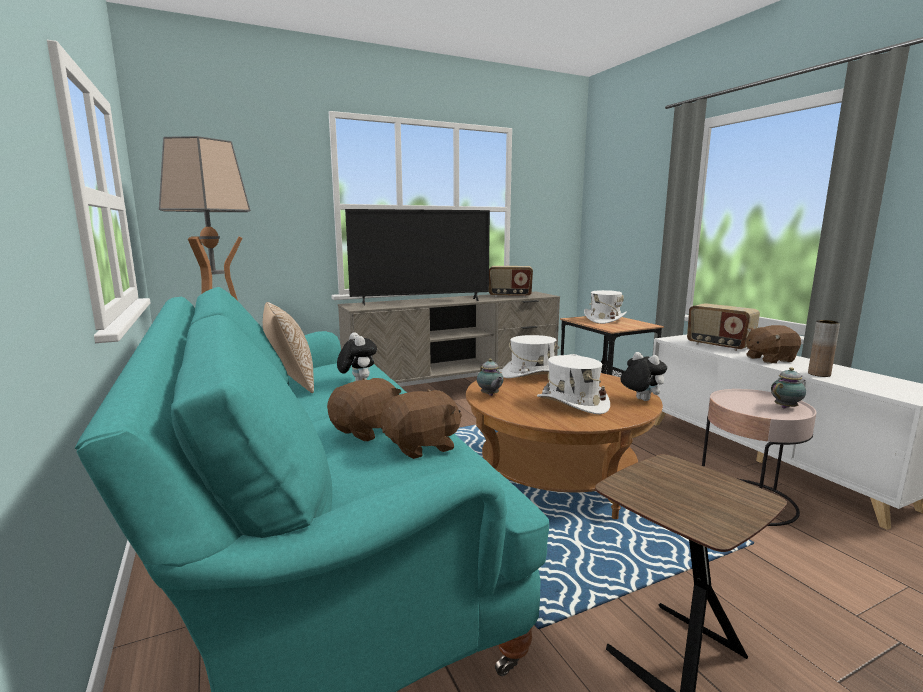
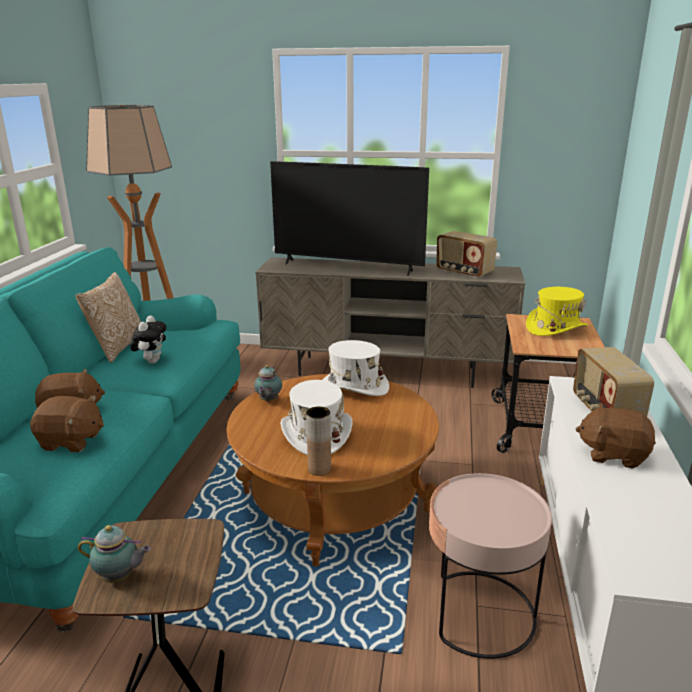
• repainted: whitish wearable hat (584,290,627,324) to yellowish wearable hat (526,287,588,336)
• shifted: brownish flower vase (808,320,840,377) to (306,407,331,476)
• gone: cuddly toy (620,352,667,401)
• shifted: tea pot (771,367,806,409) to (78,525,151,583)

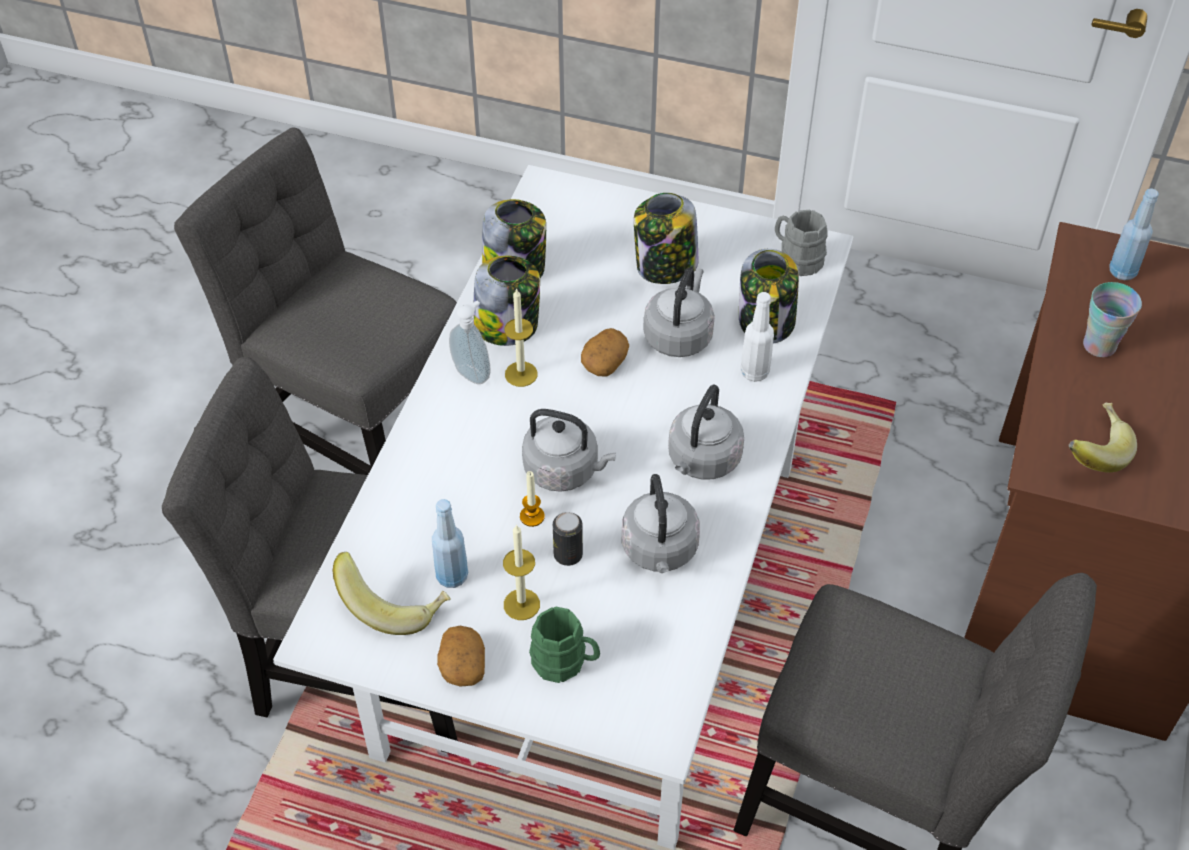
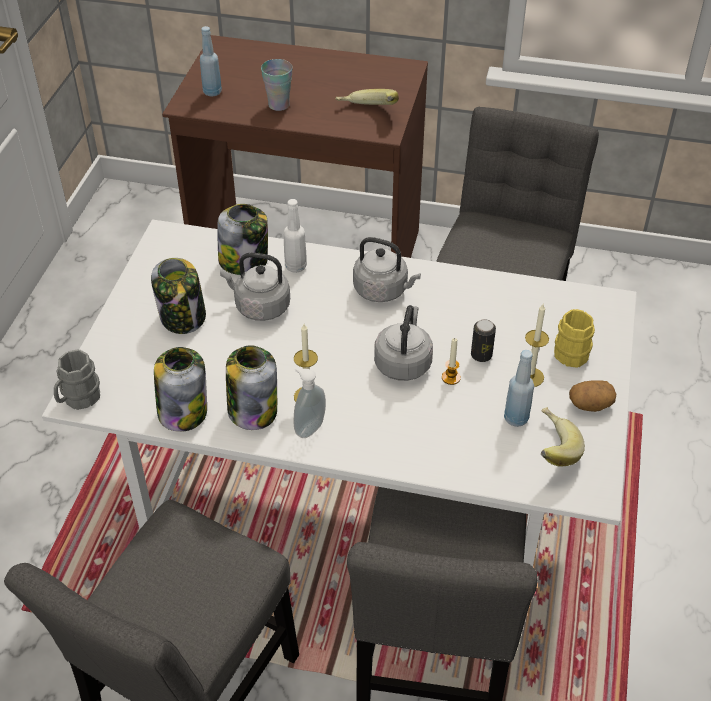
• shifted: greyish mug (775,210,827,276) to (54,349,100,410)
• gone: whole potato (581,328,629,376)
• gone: greyish tea kettle (622,474,700,573)
• repainted: green mug (529,606,600,683) to yellowish mug (554,309,595,368)

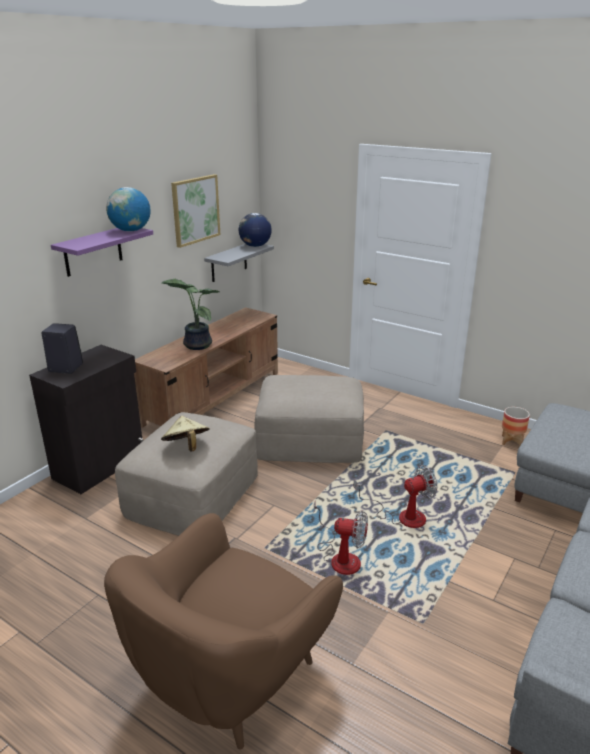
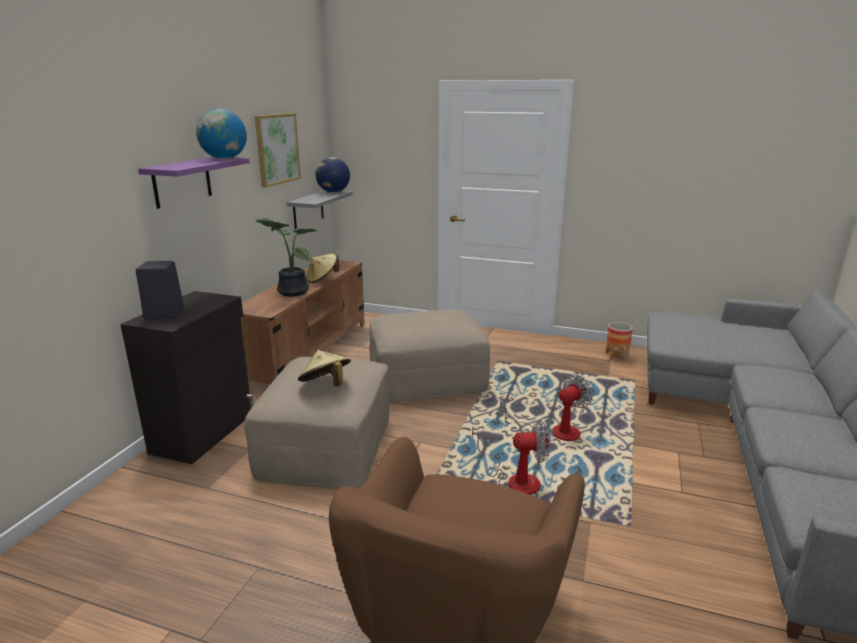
• new: beige wearable hat (306,254,340,283)

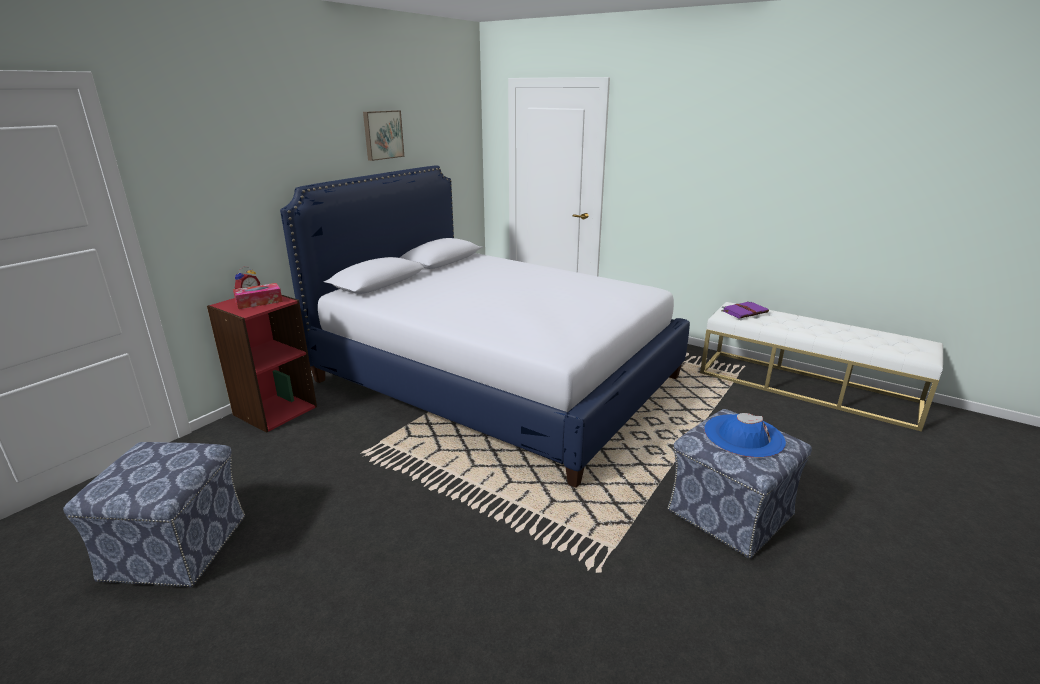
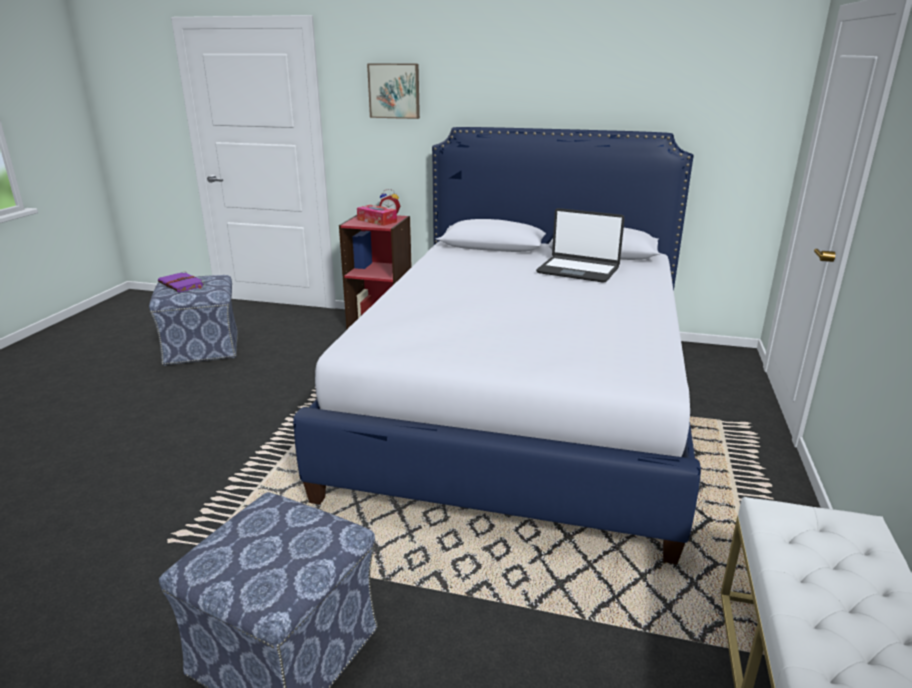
• shifted: wall picture (363,110,404,161) to (367,63,420,119)
• shifted: purple book (721,301,769,319) to (158,272,206,292)
• gone: blue wearable hat (704,413,786,458)
• new: laptop (536,208,625,283)

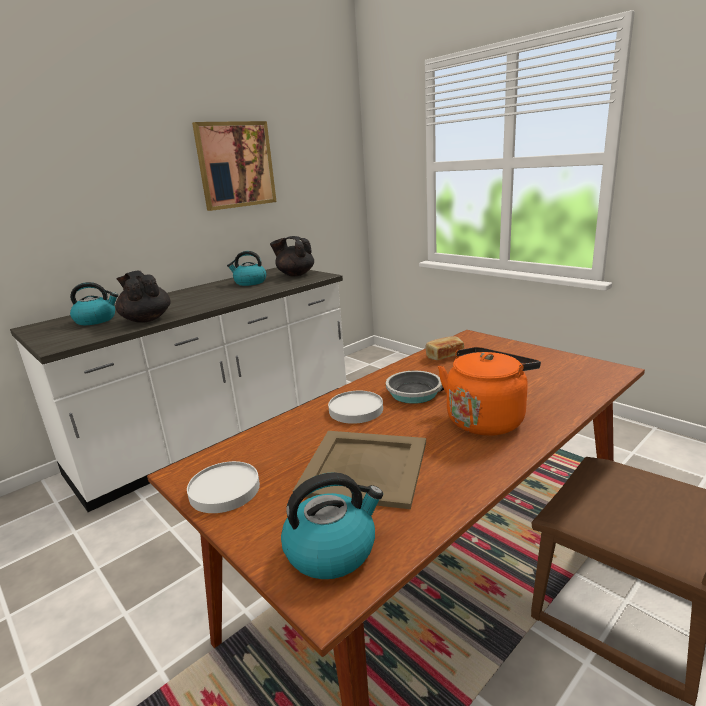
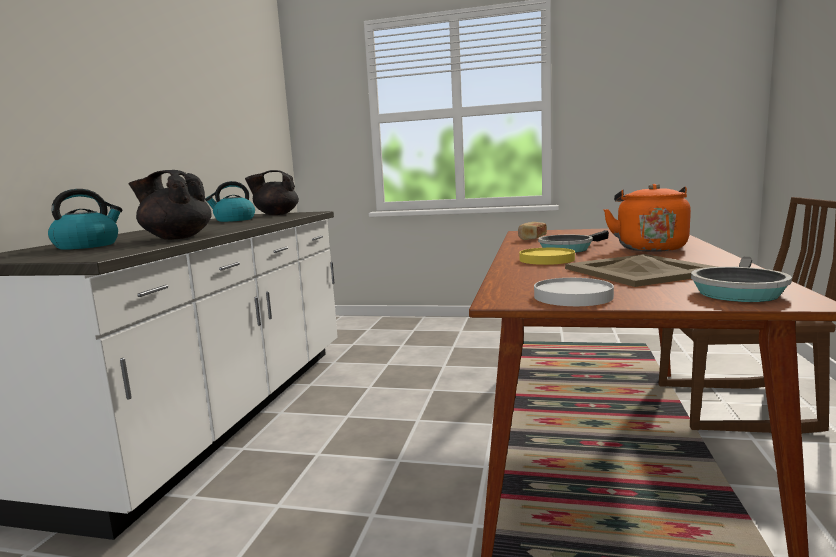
• gone: wall picture (192,121,277,211)
• repainted: whitish dinner plate (328,391,383,424) to yellowish dinner plate (519,248,575,265)
• swapped: tea kettle (281,472,383,579) to pan (691,257,792,302)

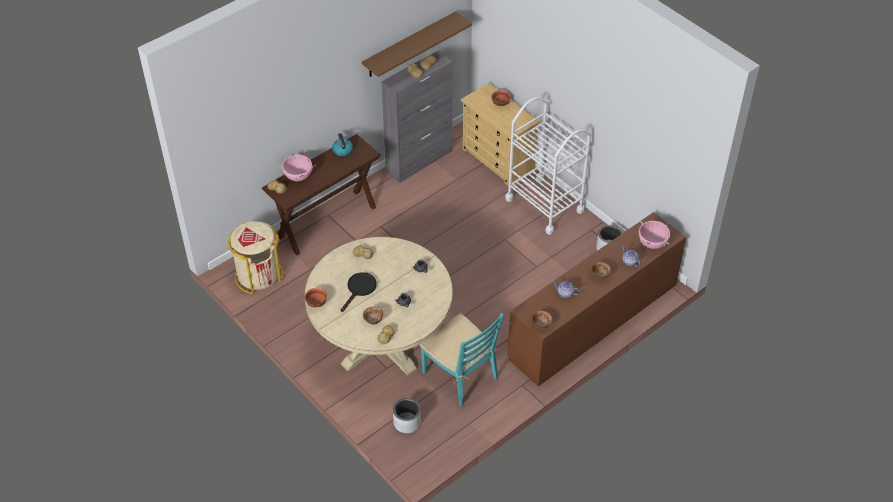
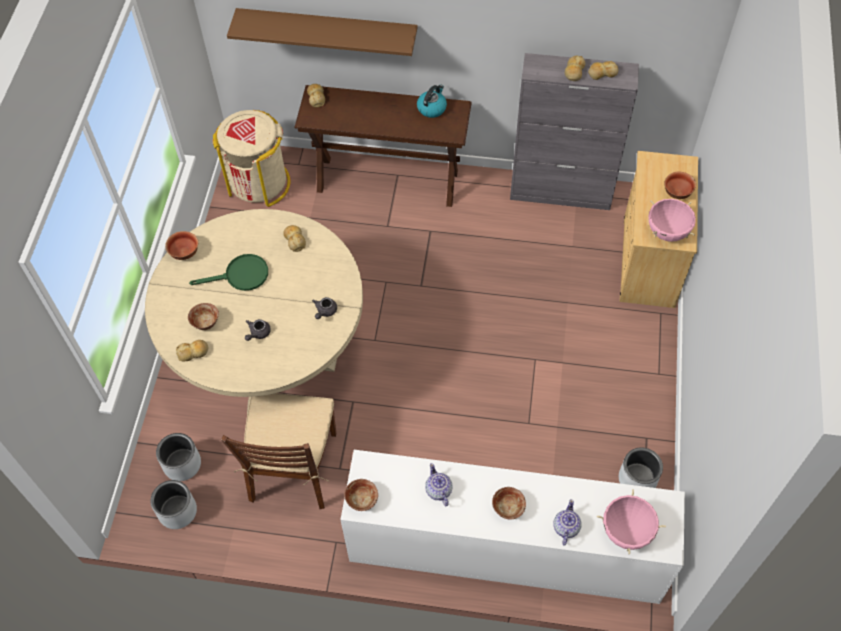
• shifted: brownish shelf (362,11,472,77) to (227,8,418,56)
• gone: whitish cart (505,97,591,235)
• shifted: pink-coloured cooking pot (278,152,316,181) to (648,199,696,242)
• repainted: brownish chest of drawers (508,212,686,386) to whitish chest of drawers (340,450,685,604)
• repainted: black pan (341,272,377,312) to green pan (189,254,268,291)
• repainted: turquoise upright chair (420,313,504,407) to brownish upright chair (221,393,336,509)
• new: greyish planter (151,480,197,529)

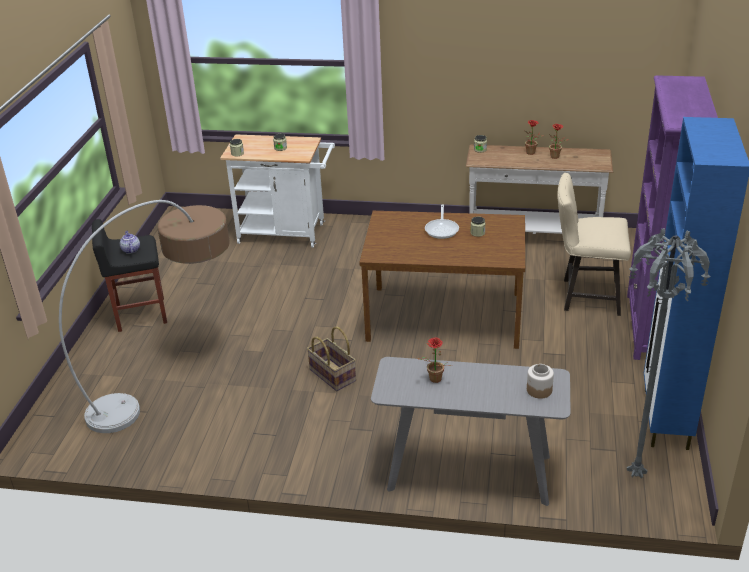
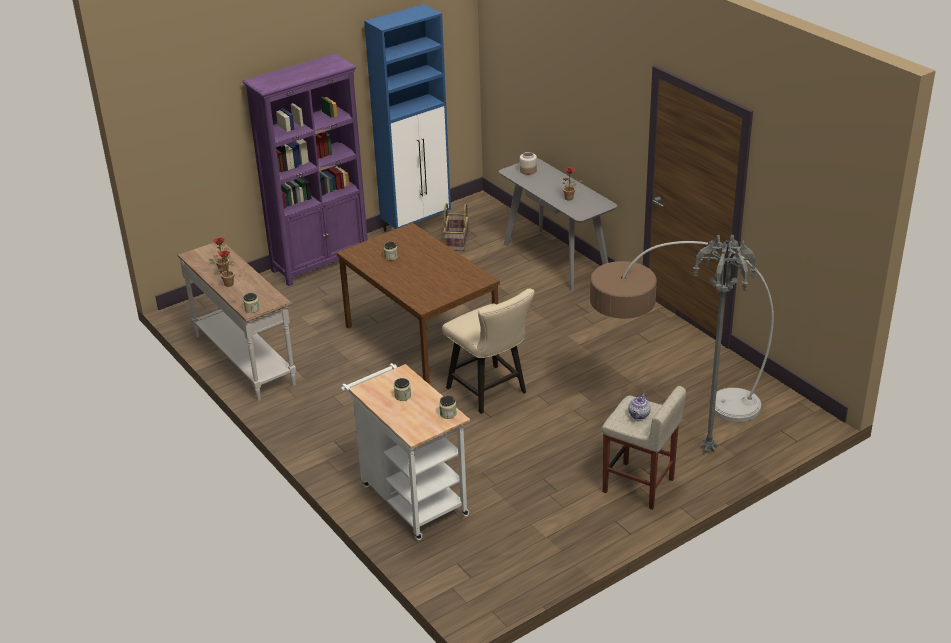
• shifted: beige upright chair (558,173,631,316) to (442,288,535,414)
• gone: pan (425,204,459,239)
• repainted: black stool (92,219,167,332) to beige stool (601,386,686,510)
• shifted: greyish standard lamp (627,228,711,479) to (693,235,757,452)
• shifted: household basket (307,326,356,391) to (443,203,469,251)

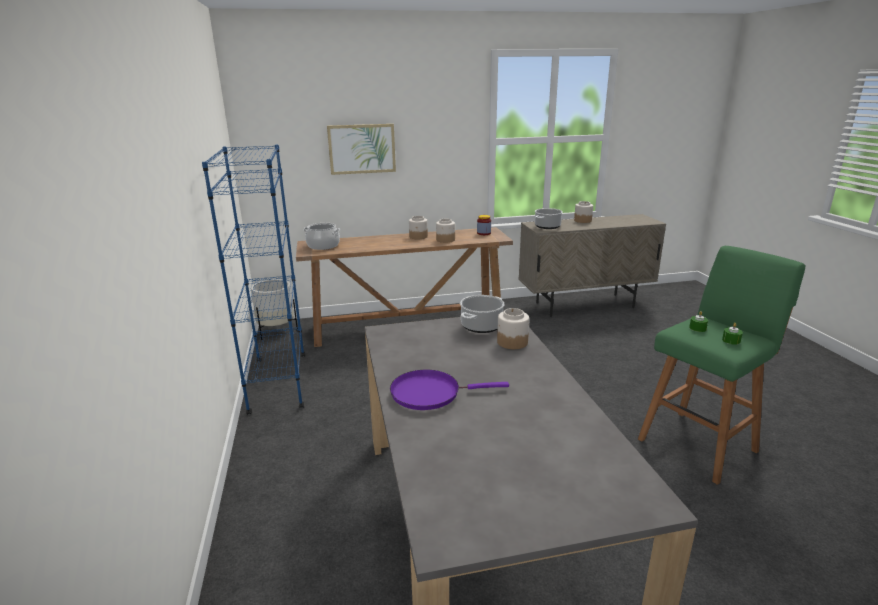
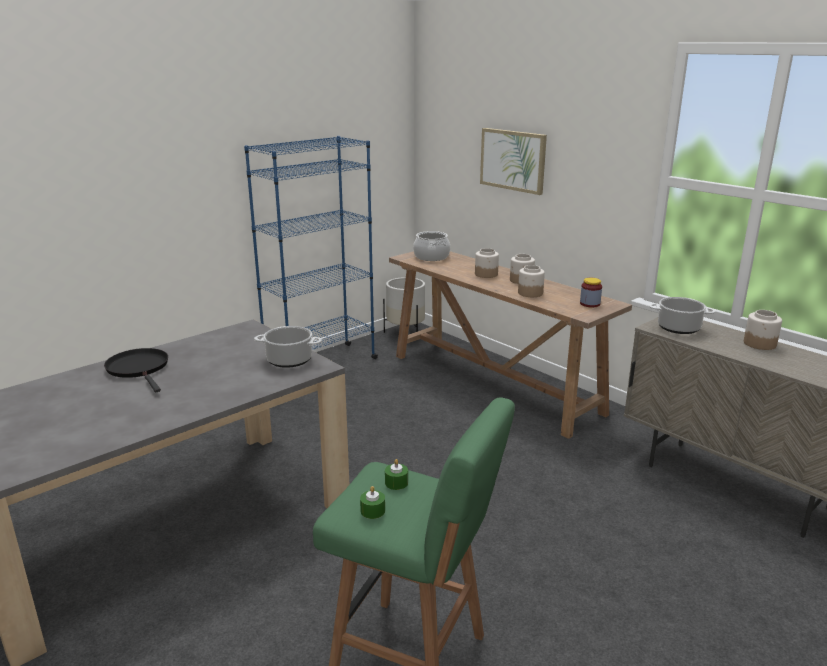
• shifted: storage jar (497,308,529,349) to (475,248,499,278)
• repainted: purple pan (390,370,509,410) to black pan (104,348,168,392)

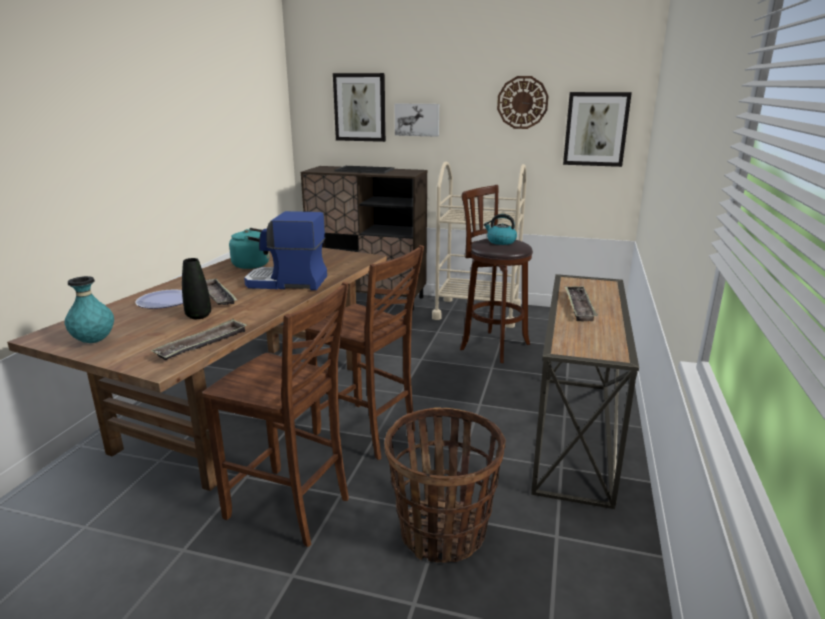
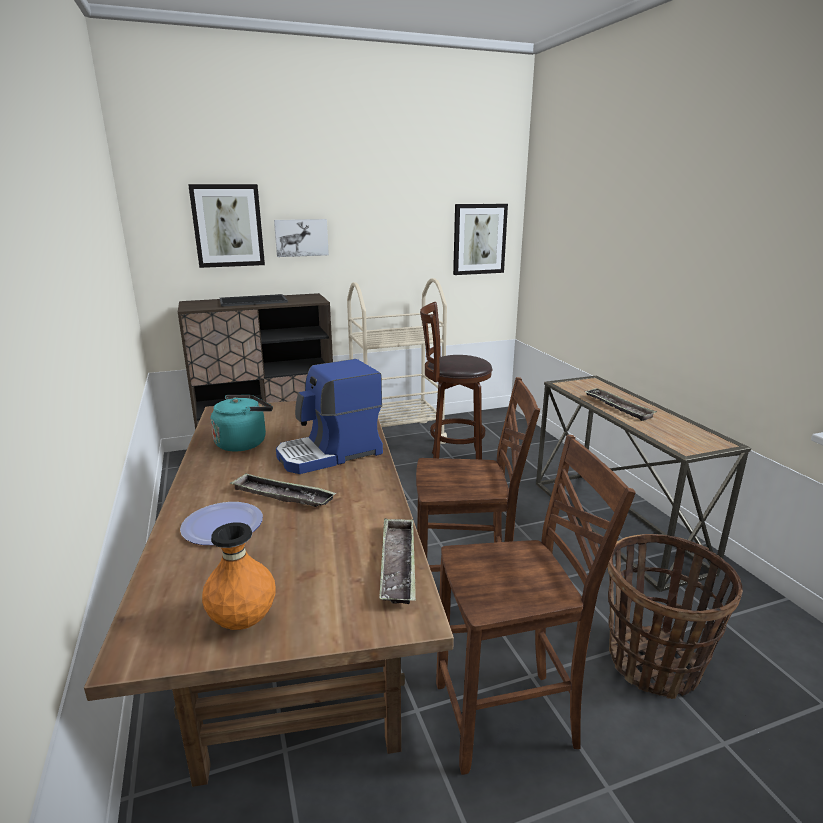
• gone: hanging clock (497,76,549,129)
• gone: tea kettle (484,214,517,245)
• gone: black flower vase (182,258,211,319)
• repainted: turquoise flower vase (64,276,114,343) to orangey flower vase (202,522,276,630)

